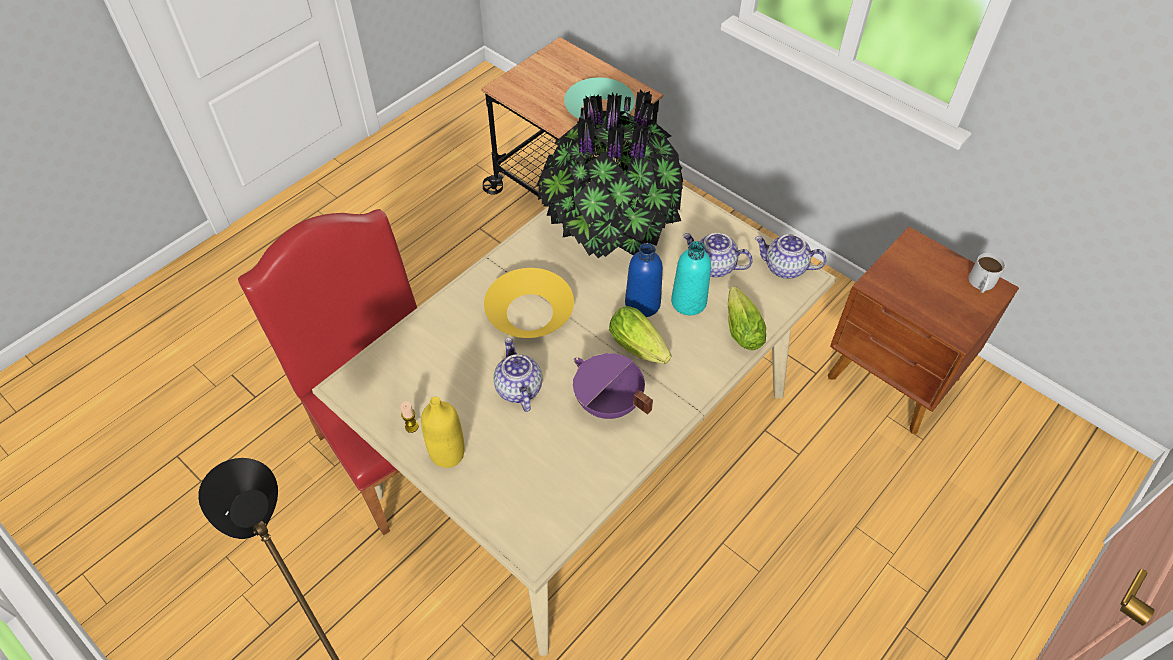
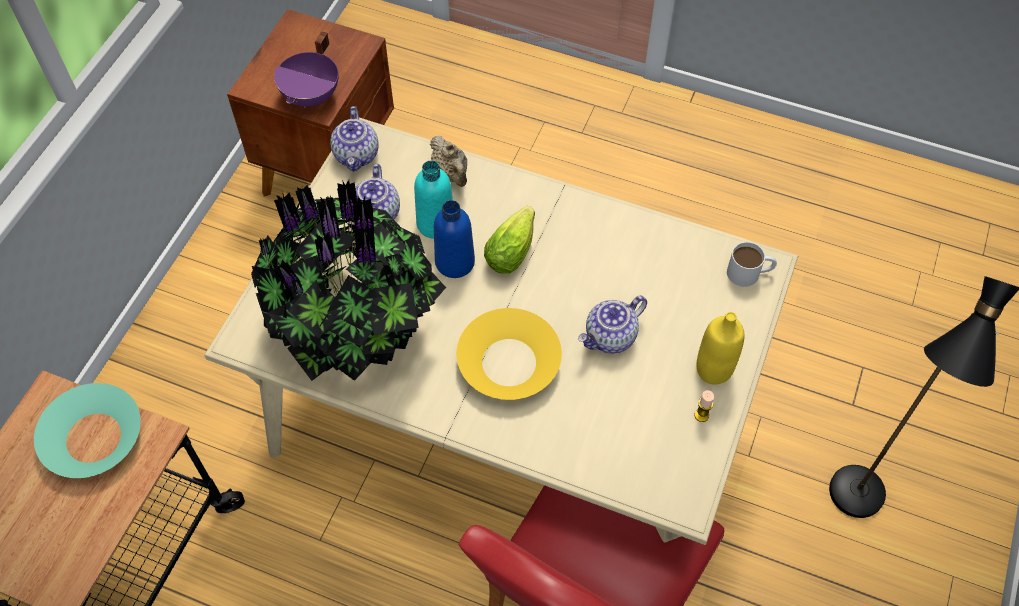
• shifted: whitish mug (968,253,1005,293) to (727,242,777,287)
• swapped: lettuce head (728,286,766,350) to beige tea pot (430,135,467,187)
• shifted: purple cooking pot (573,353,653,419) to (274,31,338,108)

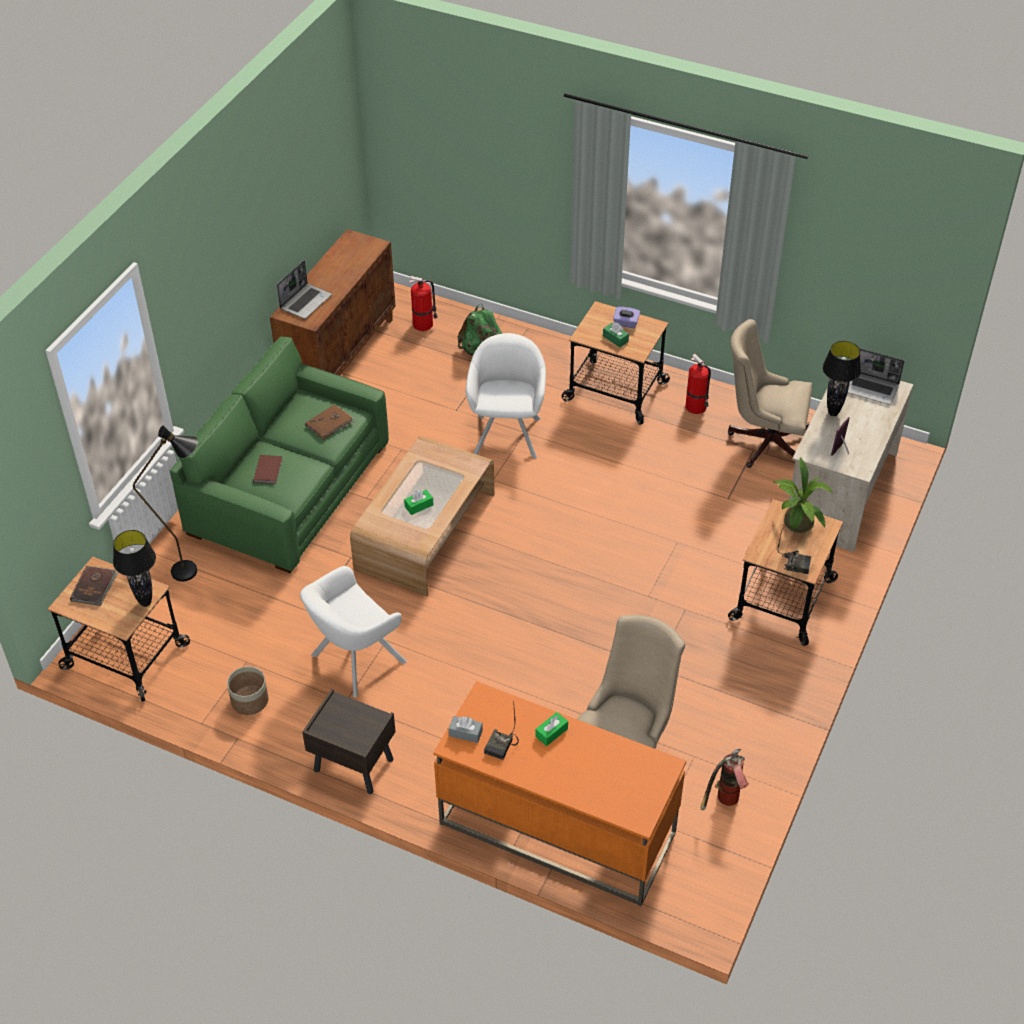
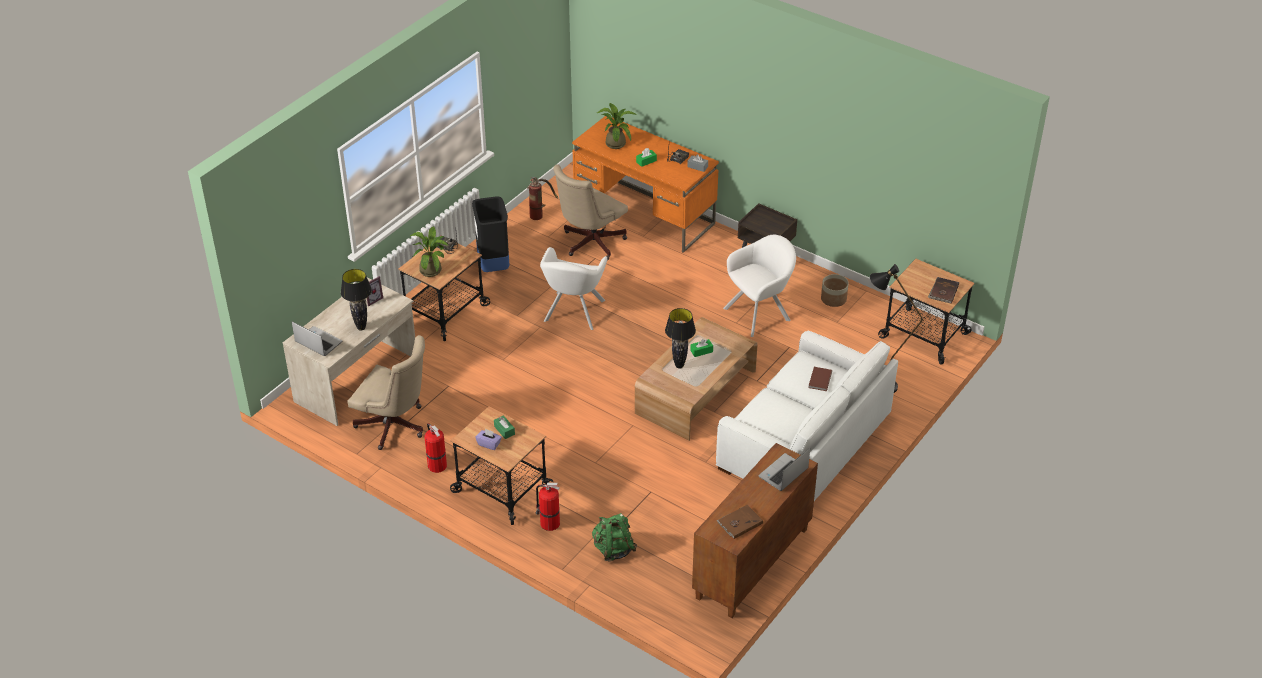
• shifted: fire-fighting cylinder (409,276,438,331) to (536,483,560,531)
• shifted: whitish lounge chair (466,333,546,459) to (540,247,607,330)
• repainted: green settee (170,336,389,573) to whitish settee (716,331,898,501)
• shifted: brownish book (305,404,354,440) to (717,505,763,539)
• shifted: black lamp for a table (113,530,156,607) to (665,308,696,369)
• new: houseplant (597,103,637,149)
• new: black rubbish bin (472,196,509,272)

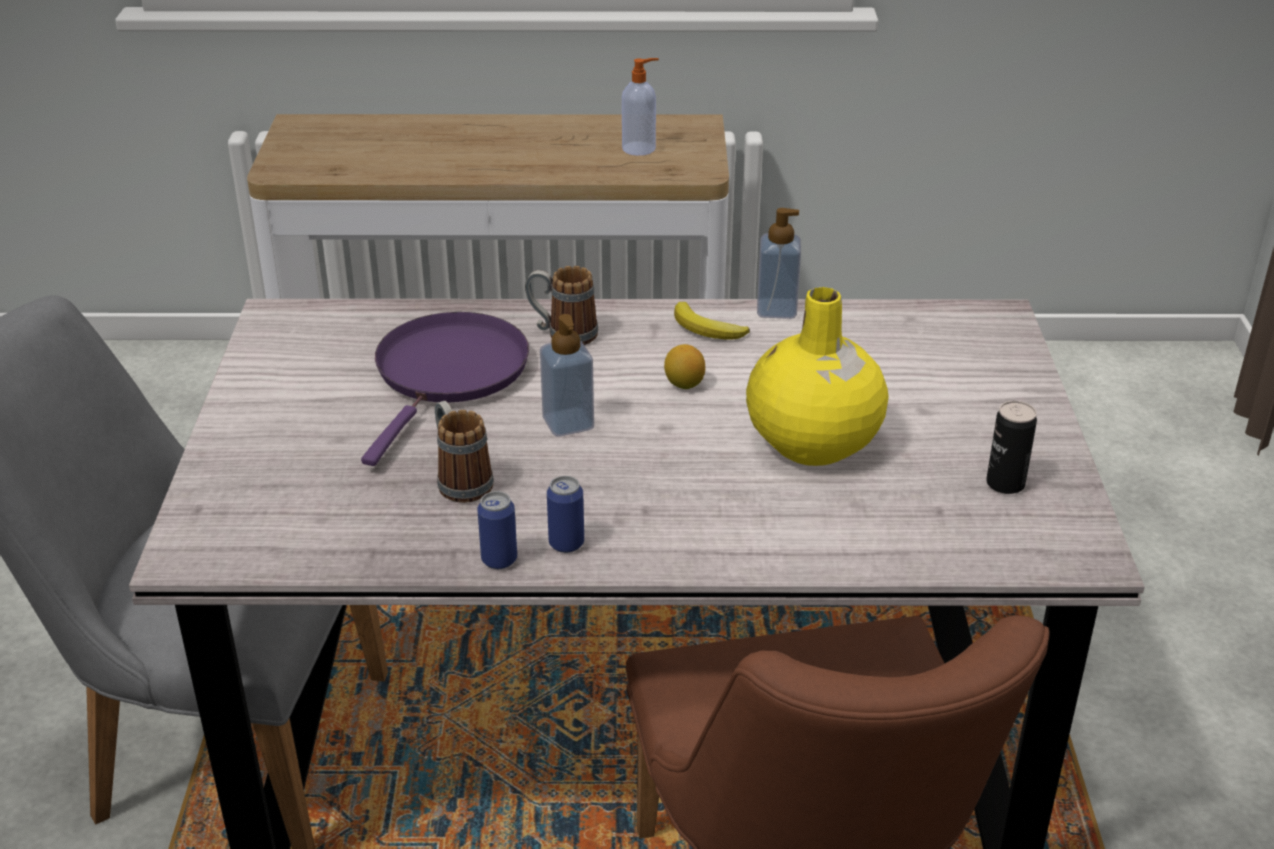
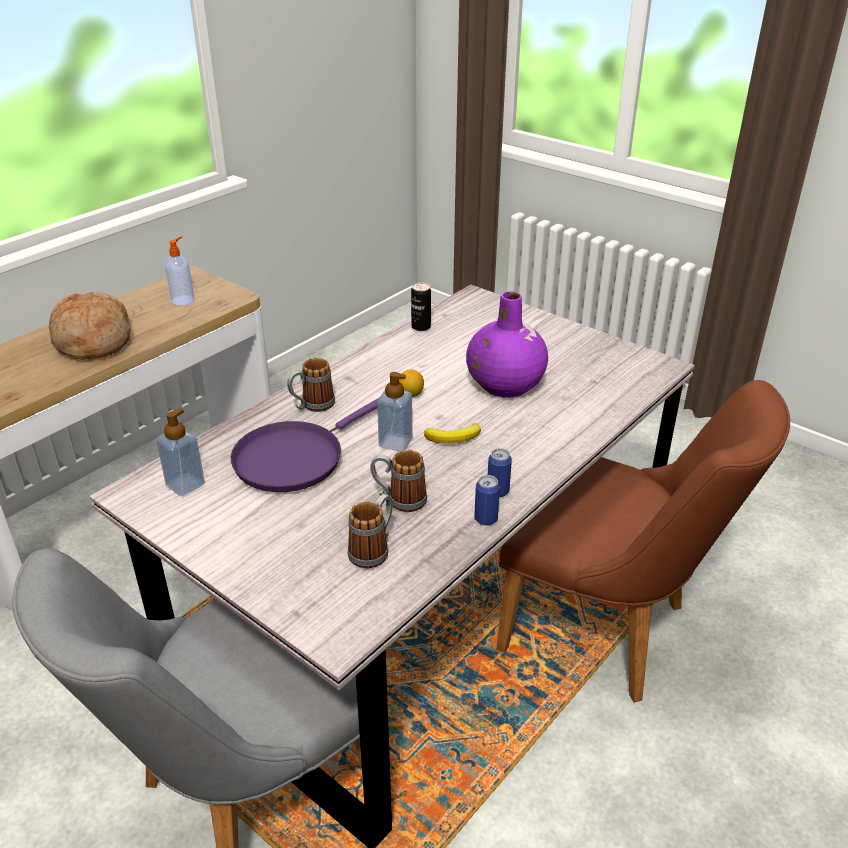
• shifted: soap bottle (757,208,801,319) to (156,408,205,496)
• repainted: yellowish flower vase (746,287,889,466) to purple flower vase (466,292,548,398)
• shifted: whole banana (674,302,750,340) to (424,423,481,444)
• rotated: purple pan (361,312,529,466) = (231,398,379,492) 105 degrees counterclockwise
• shifted: can (986,401,1037,494) to (411,282,431,331)
• new: bakery bread (49,292,130,360)
• new: mug (348,494,393,568)

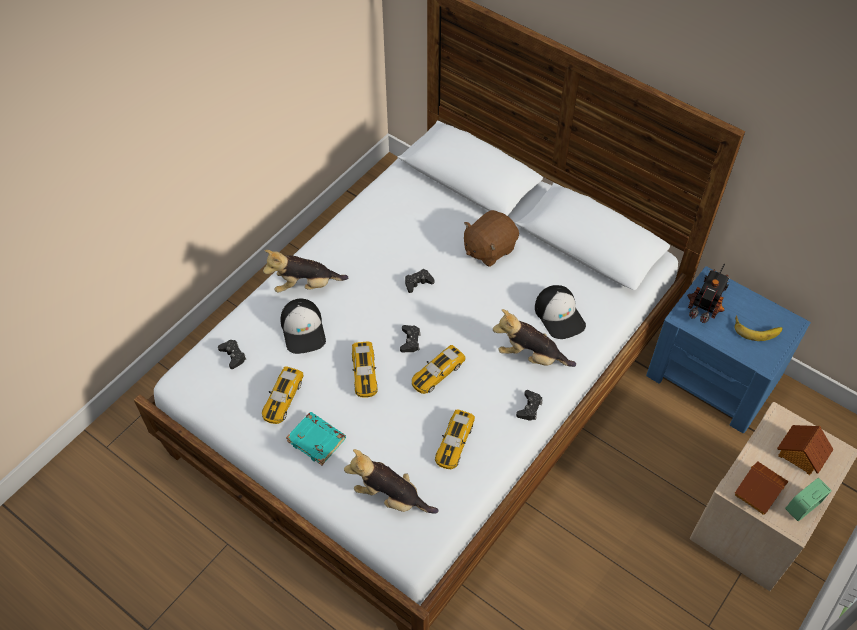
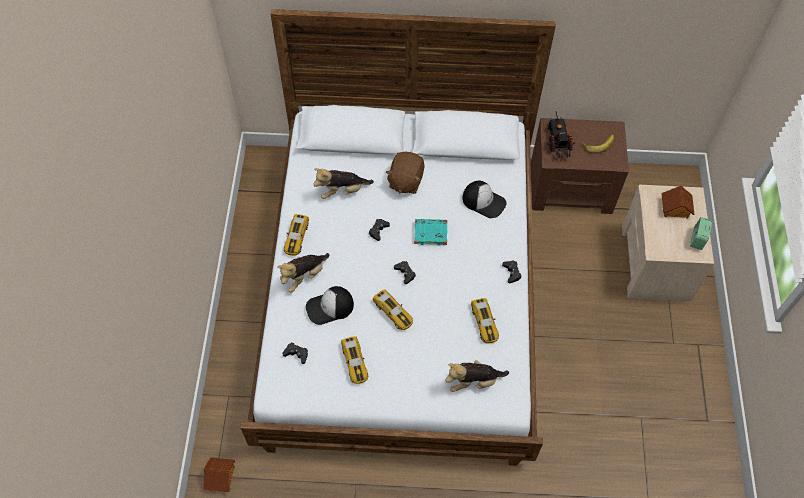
• repainted: blue night table (646,266,811,433) to brownish night table (531,118,629,214)
• rotated: cap (280,299,326,354) = (306,286,354,325) 120 degrees clockwise
• shifted: cuddly toy (493,309,576,367) to (314,168,374,199)
• shifted: toy car (412,345,466,394) to (284,214,309,256)
• shifted: turquoise book (286,412,346,465) to (414,219,447,245)
• shifted: toy house (735,462,789,515) to (203,457,235,492)

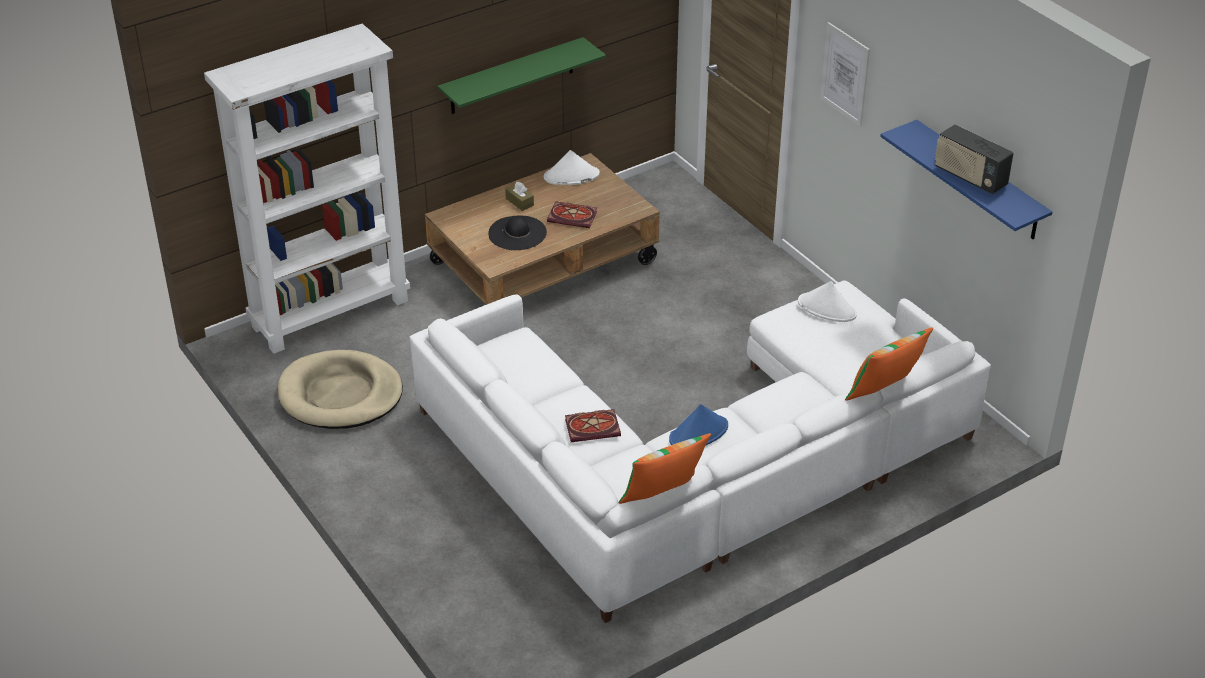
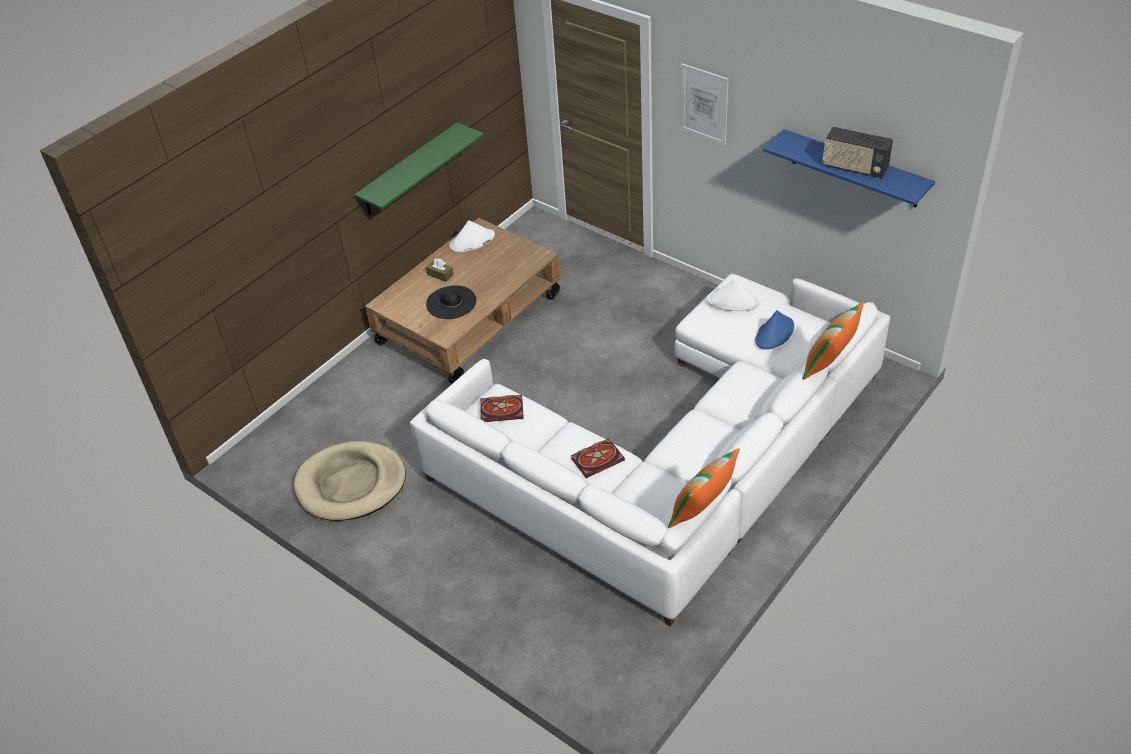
• gone: whitish shelving unit (204,24,410,354)
• shifted: book (547,202,597,228) to (480,395,524,422)
• shifted: blue wearable hat (669,404,728,445) to (755,310,794,349)

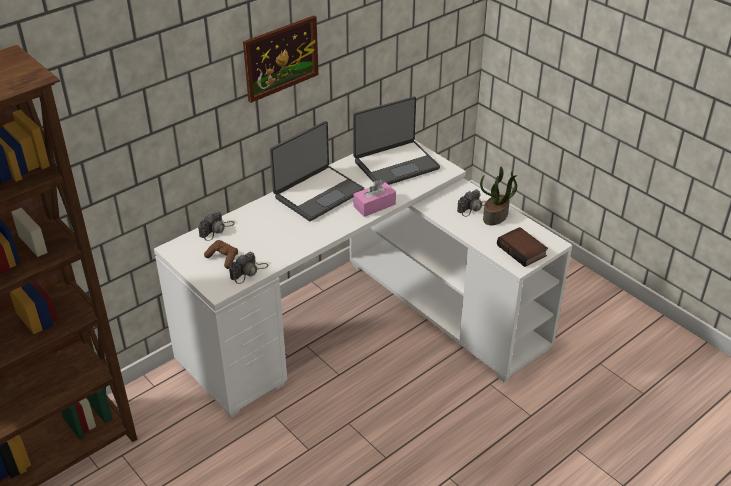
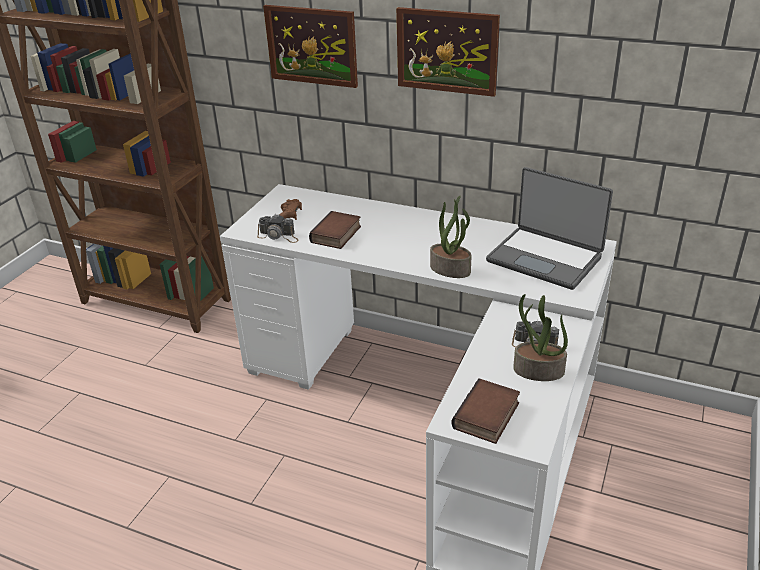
• gone: laptop (270,121,365,221)
• swapped: pink-coloured box of tissues (353,180,396,217) to houseplant (430,196,472,278)
• gone: still camera (198,211,235,241)
• new: wall picture (263,5,358,88)
• new: book (309,211,361,249)

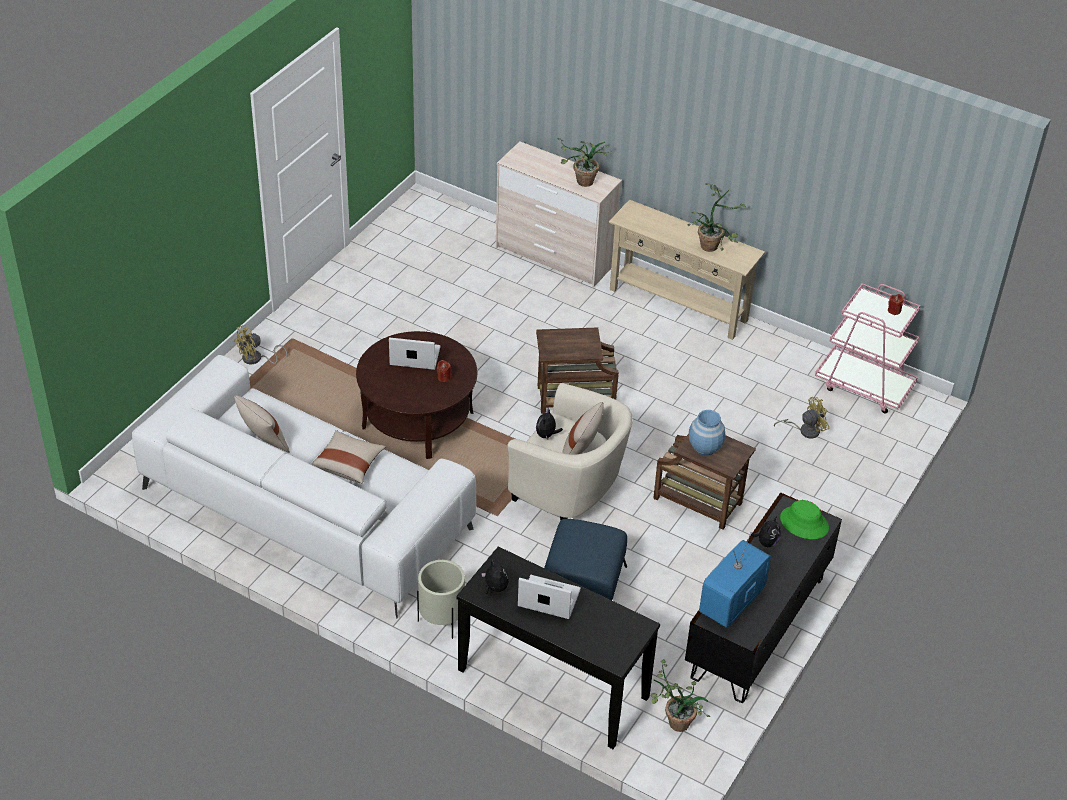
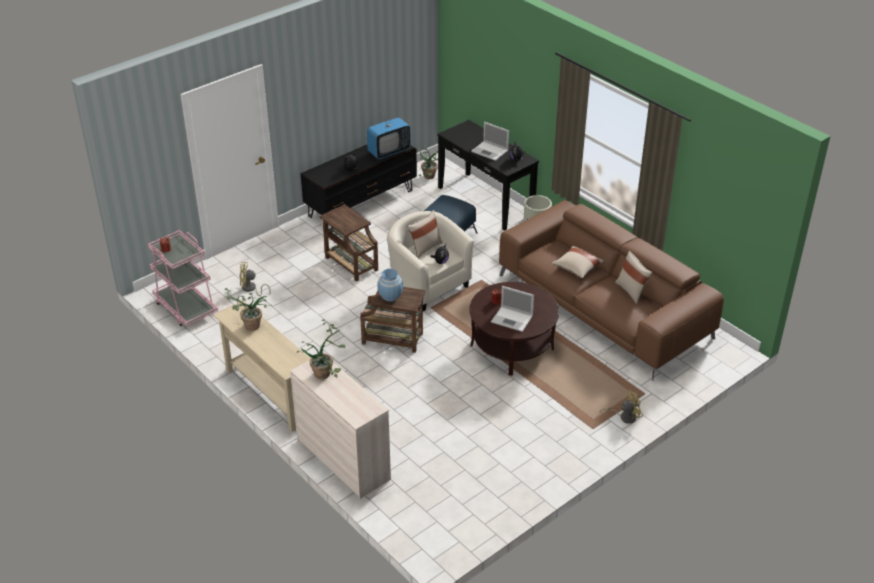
• repainted: whitish settee (132,355,476,618) to brownish settee (499,200,724,381)
• shifted: blue flower vase (689,410,725,456) to (377,269,403,302)
• gone: green wearable hat (780,500,829,539)

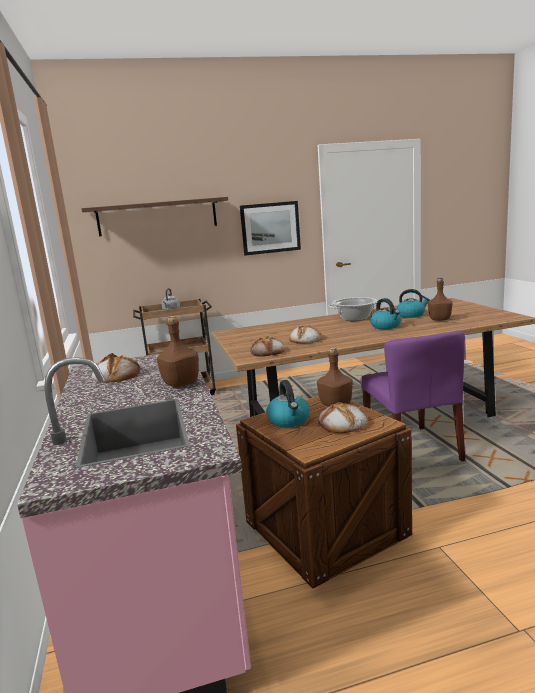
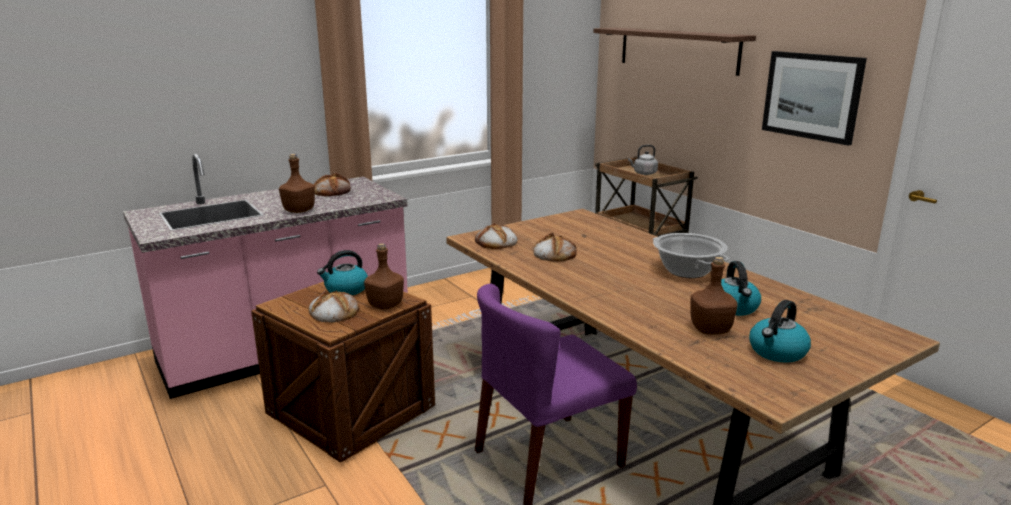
• shifted: tea kettle (370,298,401,329) to (749,300,811,363)

